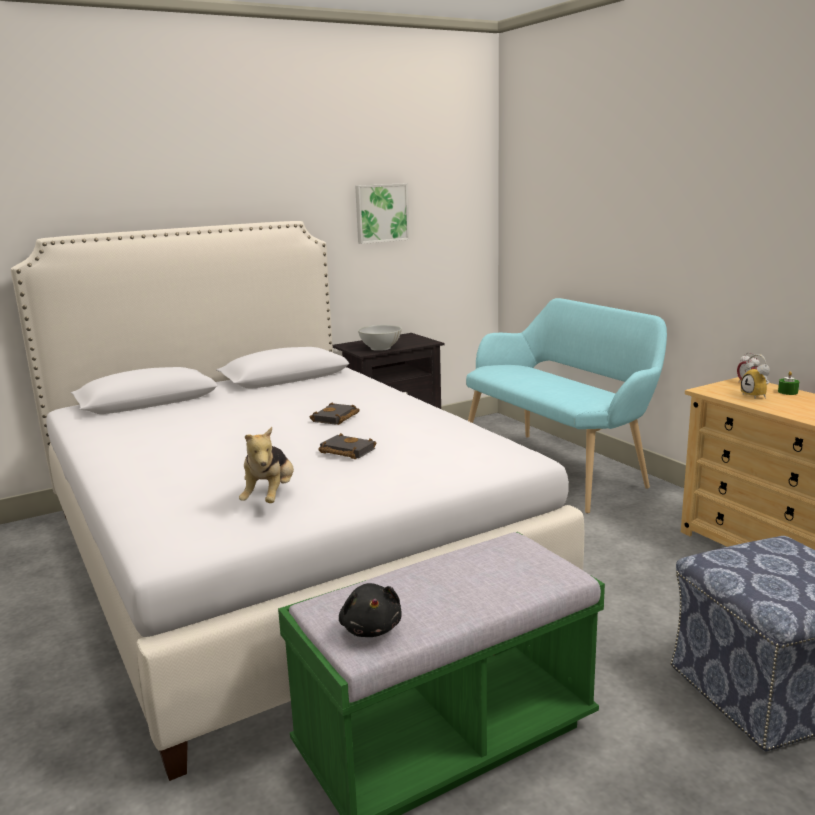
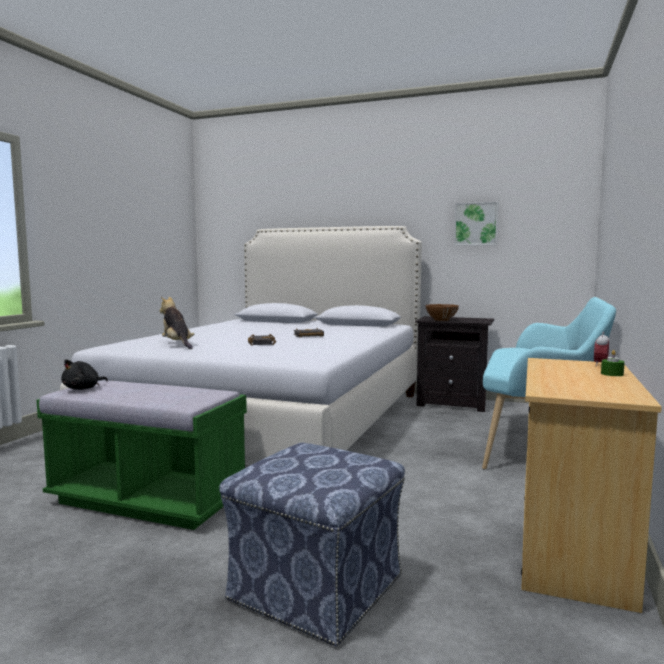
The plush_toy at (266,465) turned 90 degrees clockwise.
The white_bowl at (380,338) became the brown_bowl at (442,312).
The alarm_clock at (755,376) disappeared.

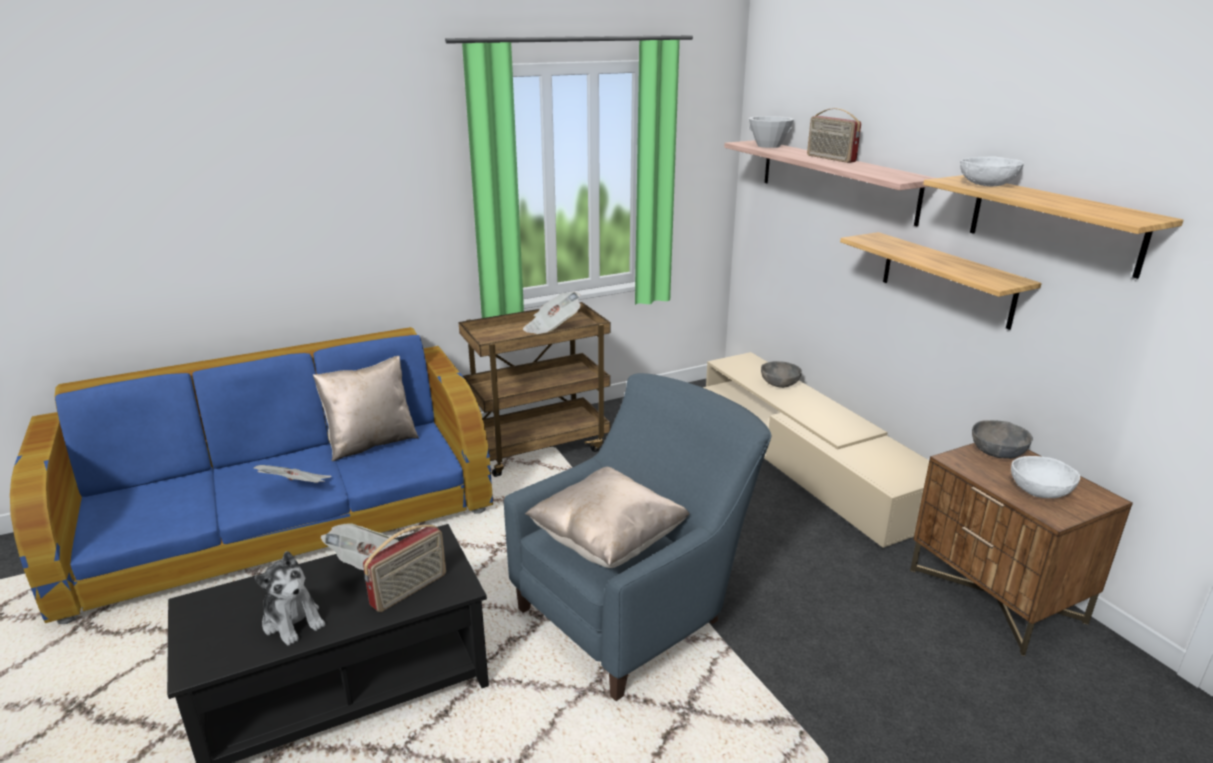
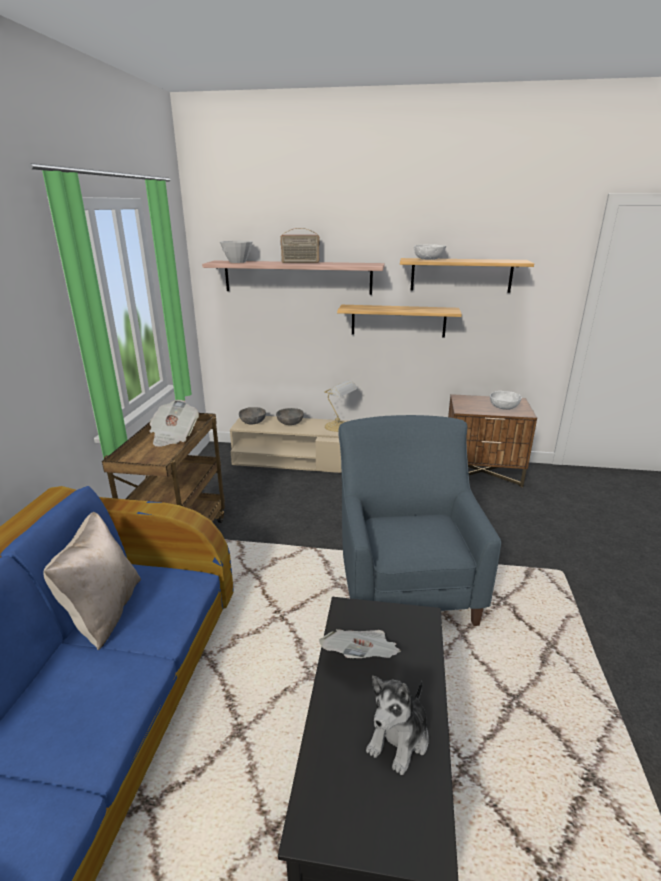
The newspaper at (293,474) disappeared.
The plush_toy at (290,598) turned 135 degrees clockwise.
The radio at (404,568) disappeared.
The beige_pillow at (607,517) disappeared.
The grey_bowl moved from (1002,439) to (252,415).
The table_lamp at (340,406) appeared.

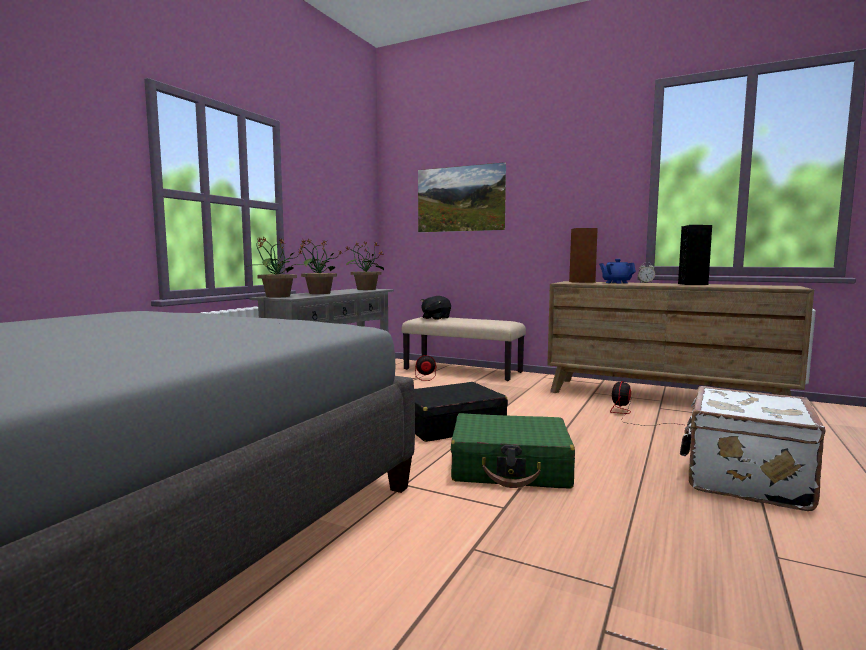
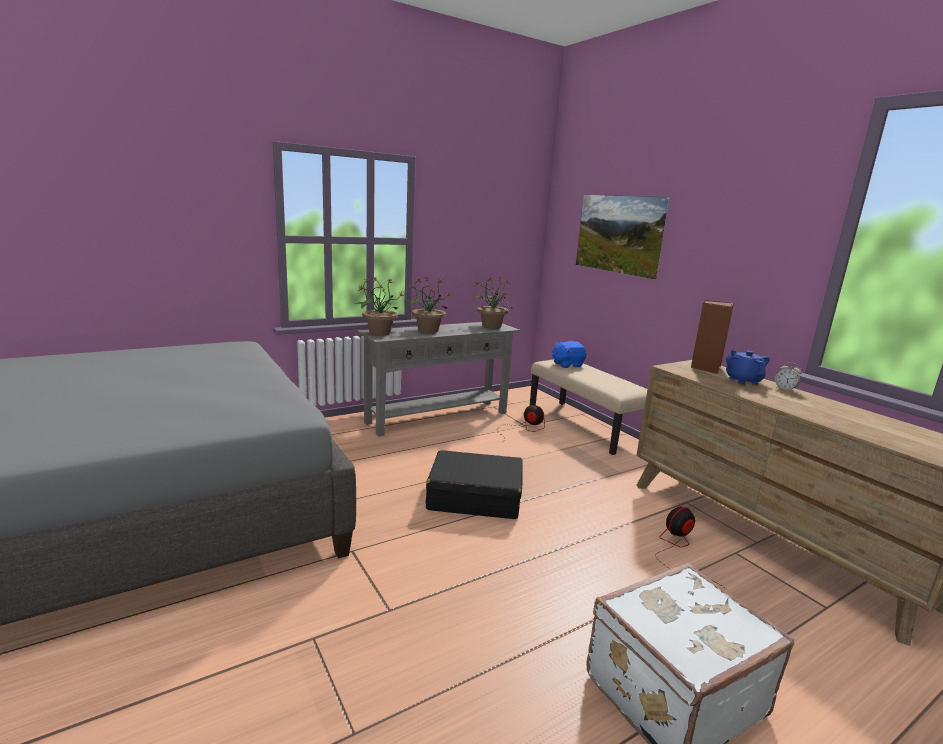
The black_plush_toy at (436,308) became the blue_plush_toy at (569,354).
The green_suitcase at (513,451) disappeared.
The black_speaker at (695,255) disappeared.

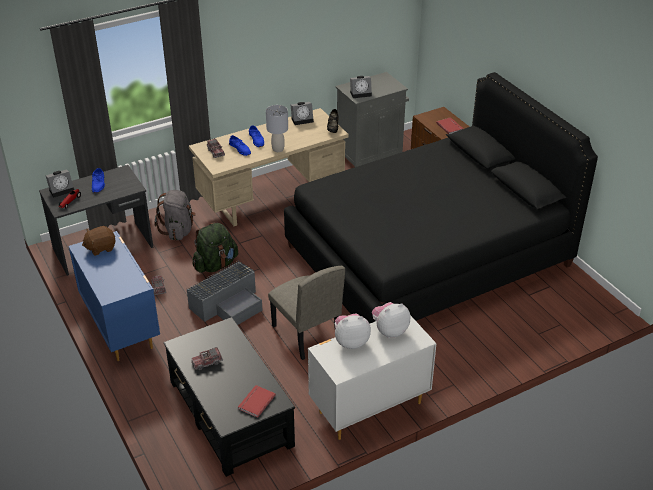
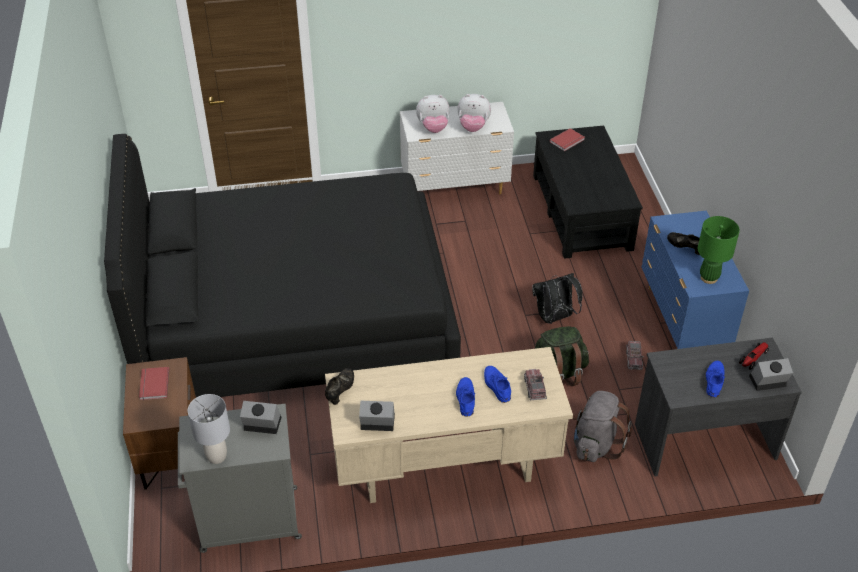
The brown_plush_toy at (99,241) was replaced by the green_table_lamp at (719,250).
The grey_storage_box at (224,293) was replaced by the black_backpack at (557,298).
The toy_truck at (207,358) disappeared.
The grey_table_lamp moved from (277,128) to (209,429).
The beige_chair at (306,313) disappeared.
The black_shoe at (683,243) appeared.

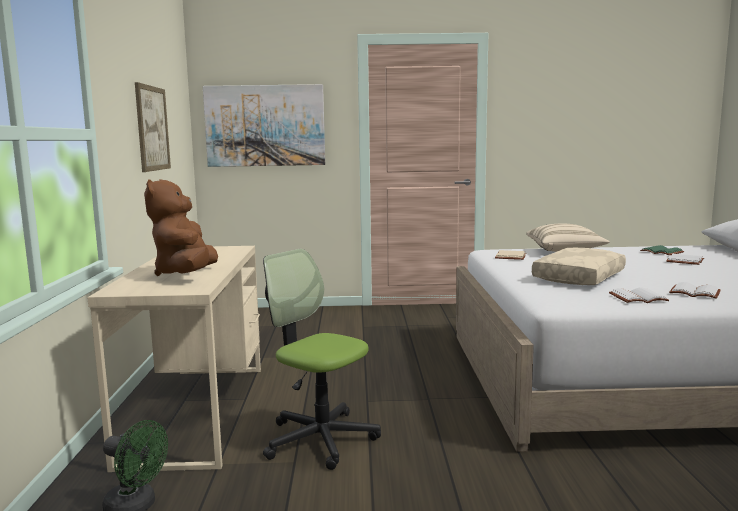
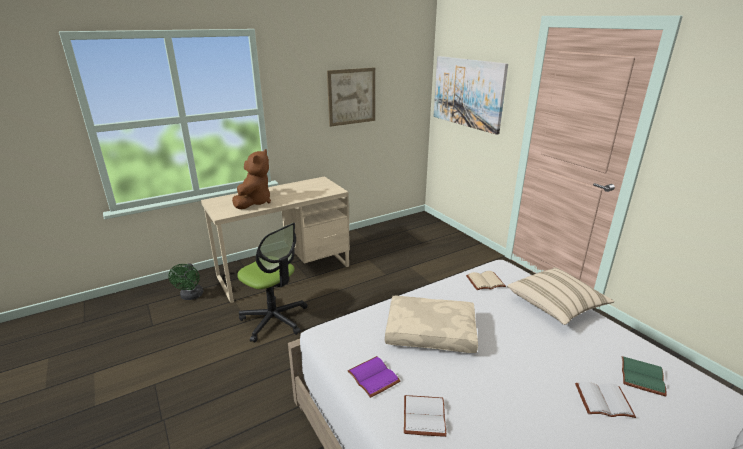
The brown_plush_toy at (181,227) turned 135 degrees clockwise.
The office_chair at (322,359) turned 120 degrees clockwise.
The white_book at (639,295) became the purple_book at (374,377).

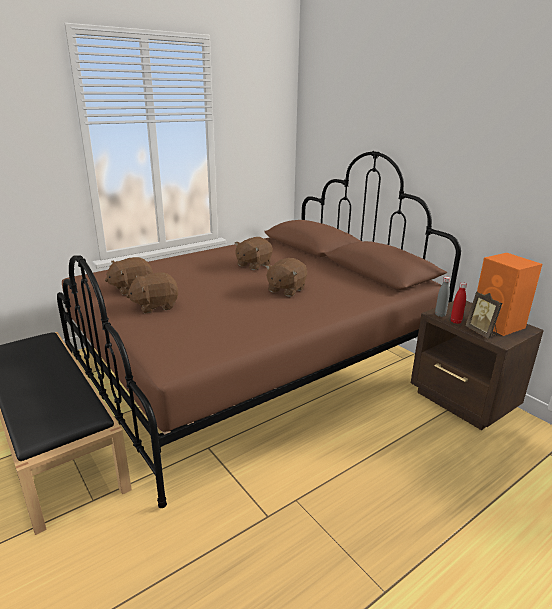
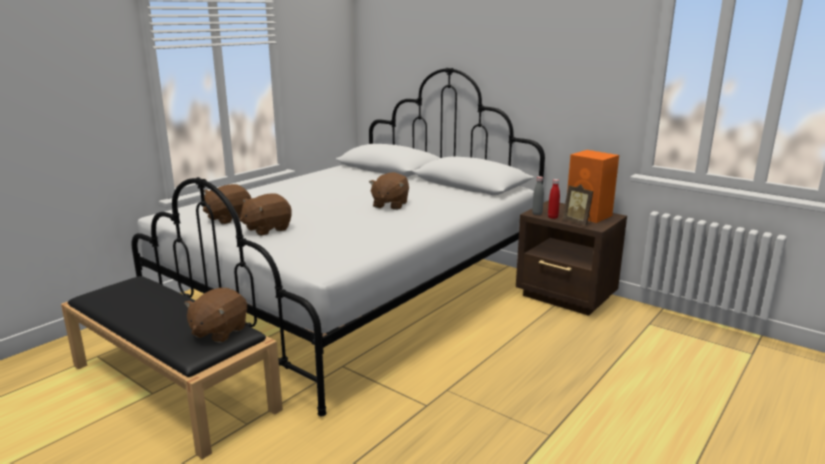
The brown_bed at (259,329) became the white_bed at (338,242).
The brown_plush_toy moved from (254,253) to (215,315).

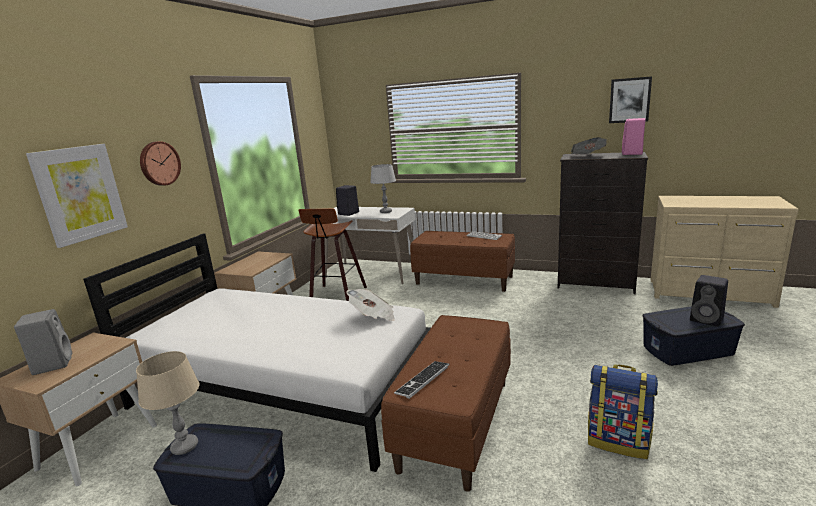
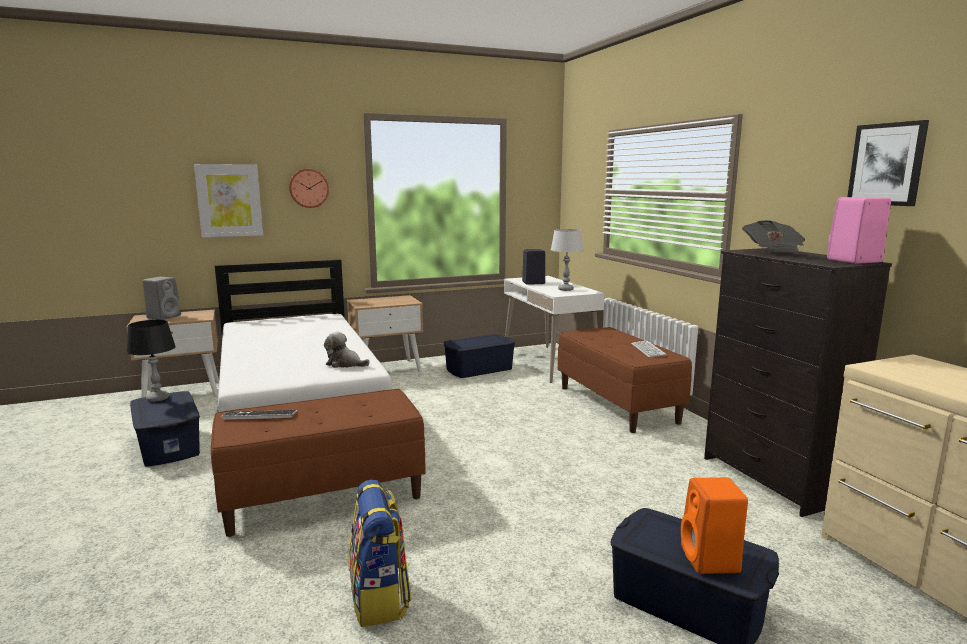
The beige_table_lamp at (167,403) became the black_table_lamp at (151,361).
The stool at (332,255) was replaced by the blue_storage_box at (479,356).
The newspaper at (370,305) was replaced by the plush_toy at (347,350).
The black_speaker at (709,301) became the orange_speaker at (714,525).

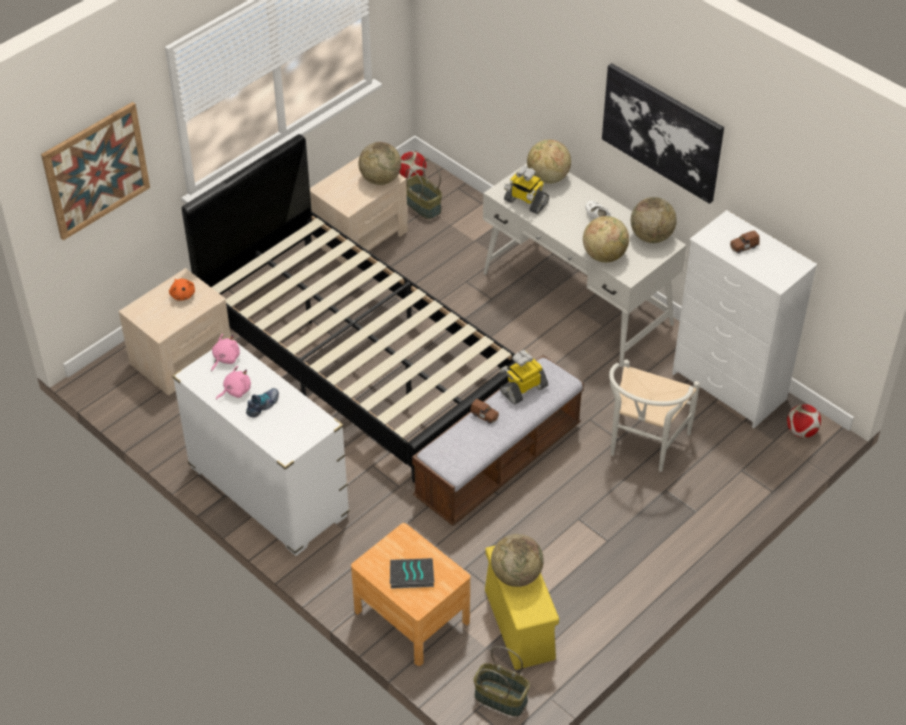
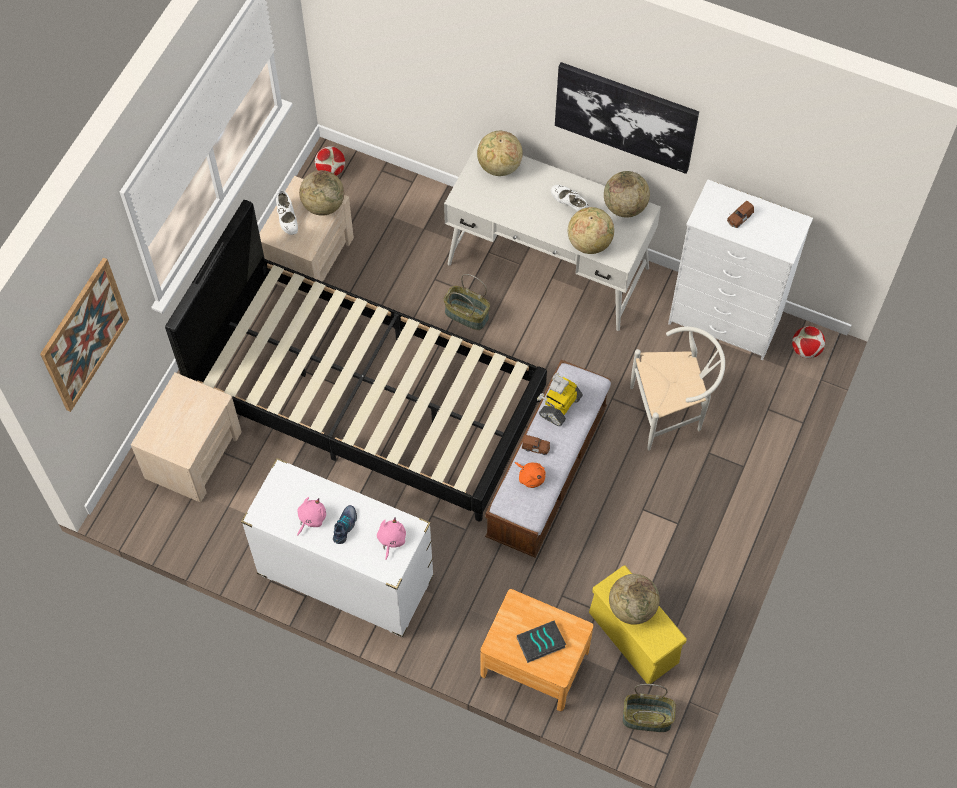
The orange_plush_toy moved from (182,290) to (530,475).
The pink_plush_toy moved from (225,352) to (391,539).
The basket moved from (424,189) to (466,302).
The toy_robot at (526,190) disappeared.
The white_chair at (654,415) turned 105 degrees counterclockwise.
The white_shoe at (287,212) appeared.

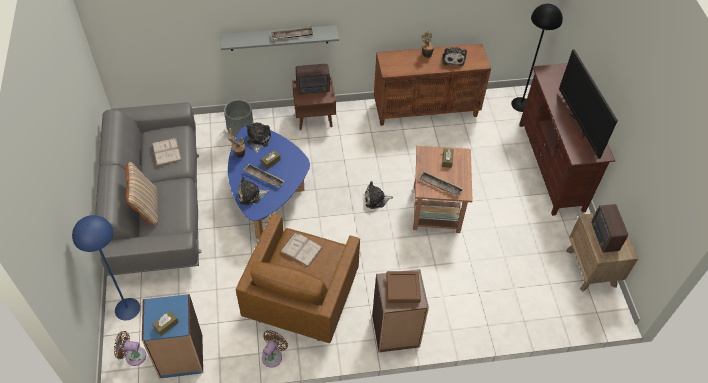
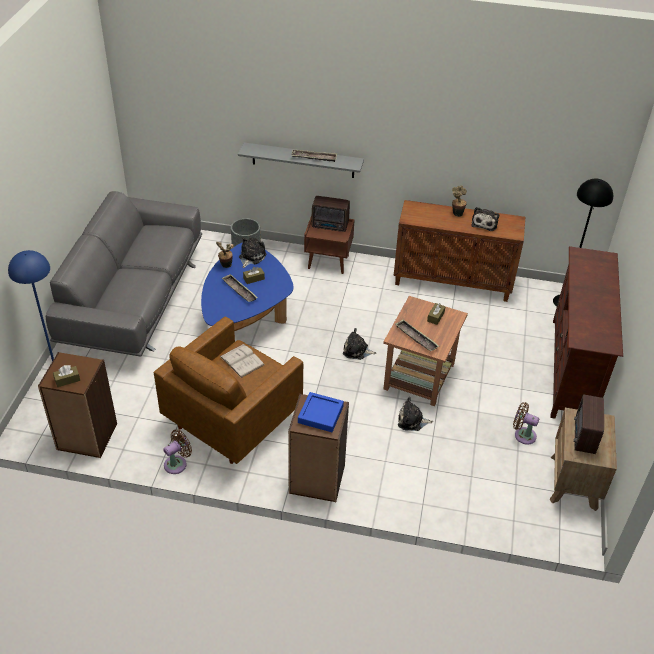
The brown_fan moved from (130,348) to (526,423).
The beige_pillow at (142,194) disappeared.
The blue_bookcase at (172,336) became the brown_bookcase at (77,405).
The white_book at (167,152) disappeared.
The plush_toy moved from (253,191) to (415,414).
The brown_tray at (403,287) became the blue_tray at (321,412).
The television at (588,104) disappeared.

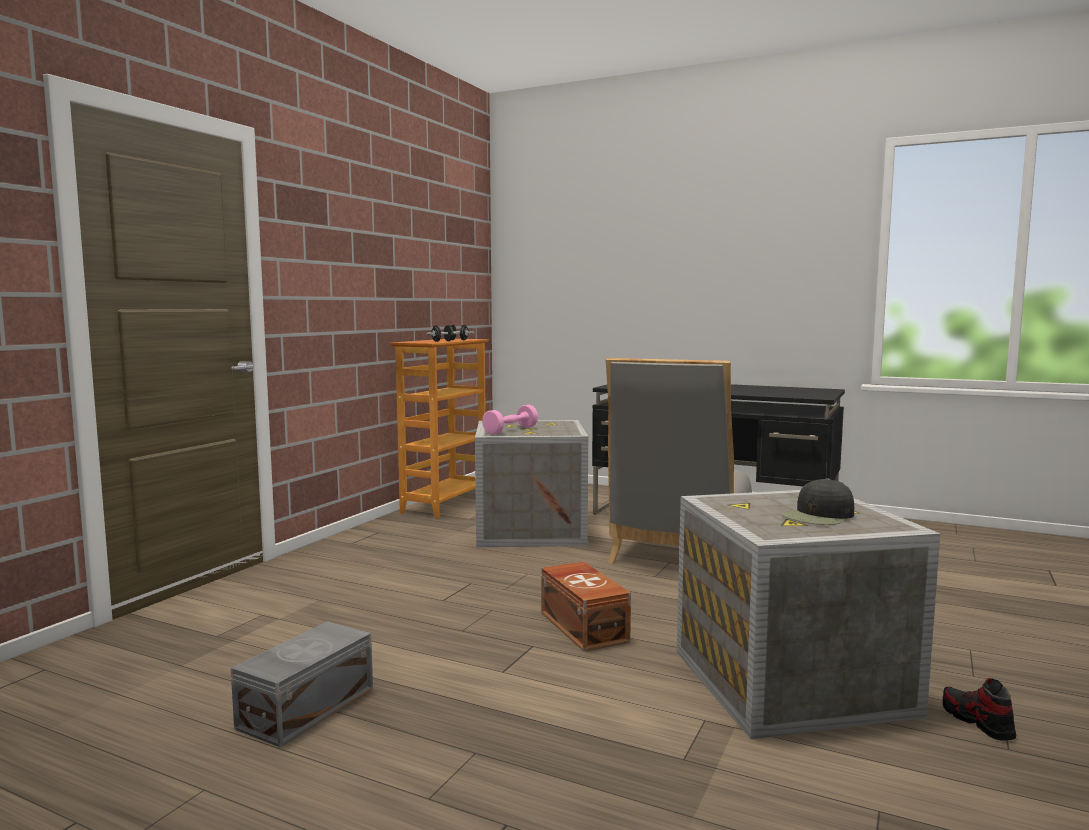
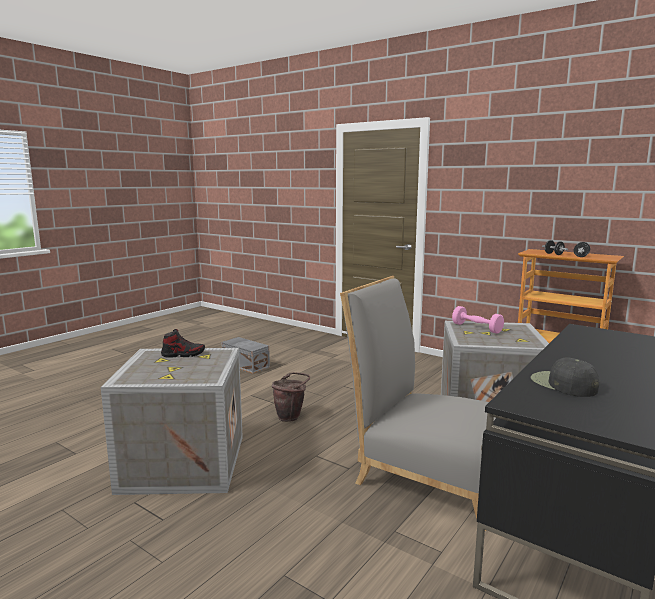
The brown_storage_box at (586,606) was replaced by the brown_bucket at (291,397).
The black_cap moved from (818,501) to (565,377).
The shoe moved from (979,709) to (183,343).

